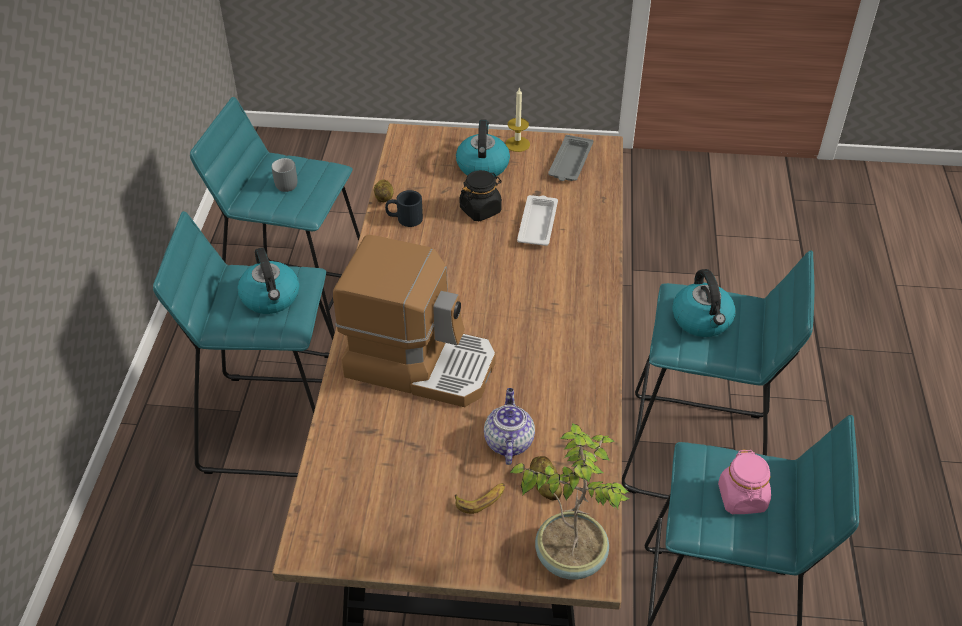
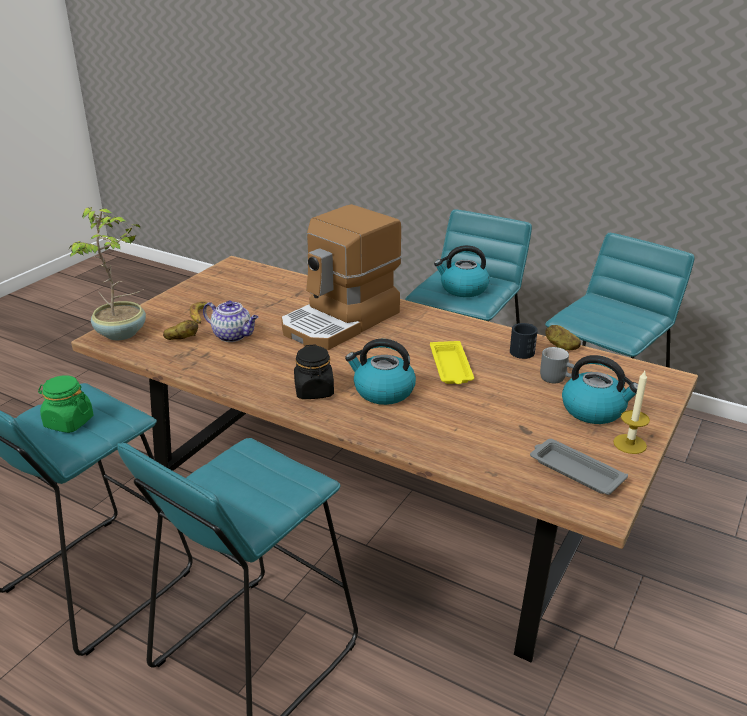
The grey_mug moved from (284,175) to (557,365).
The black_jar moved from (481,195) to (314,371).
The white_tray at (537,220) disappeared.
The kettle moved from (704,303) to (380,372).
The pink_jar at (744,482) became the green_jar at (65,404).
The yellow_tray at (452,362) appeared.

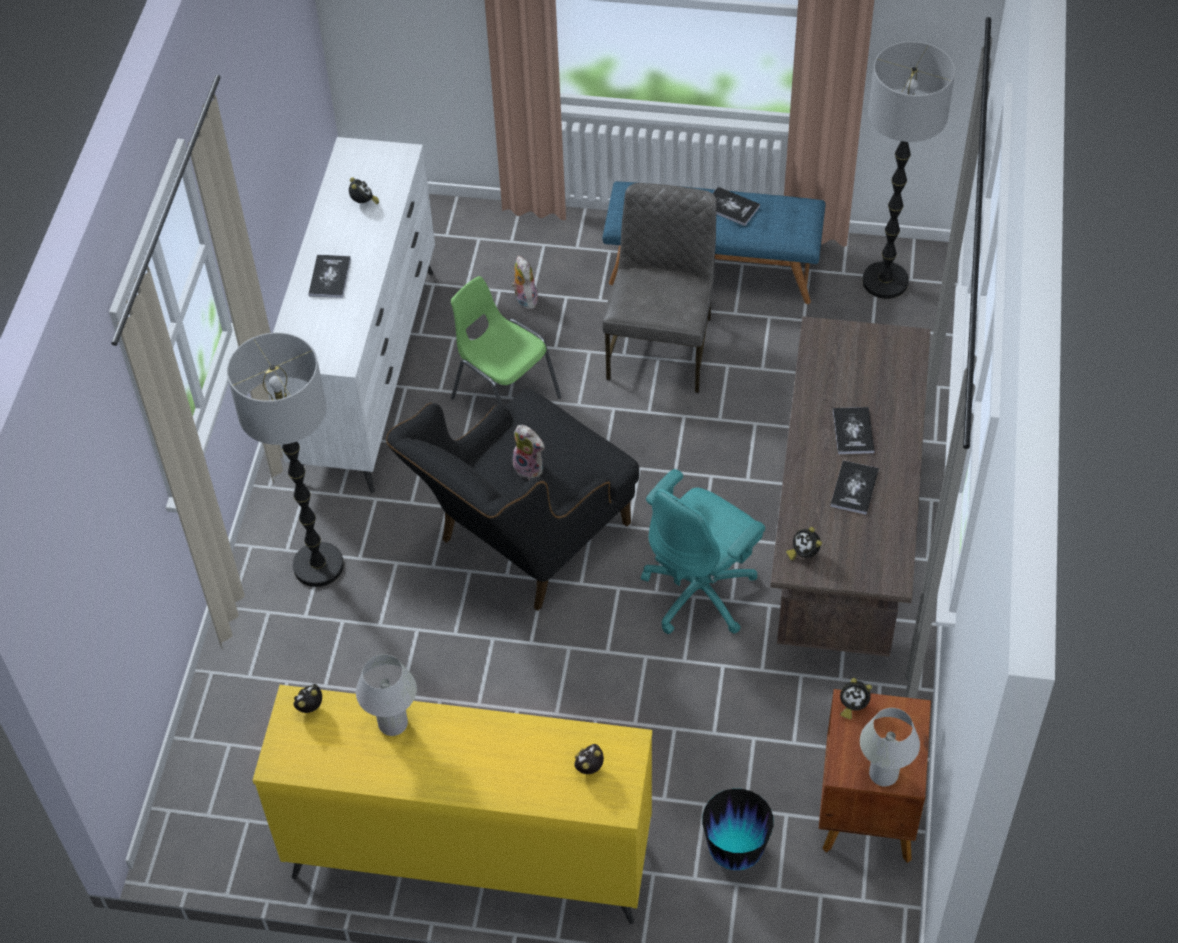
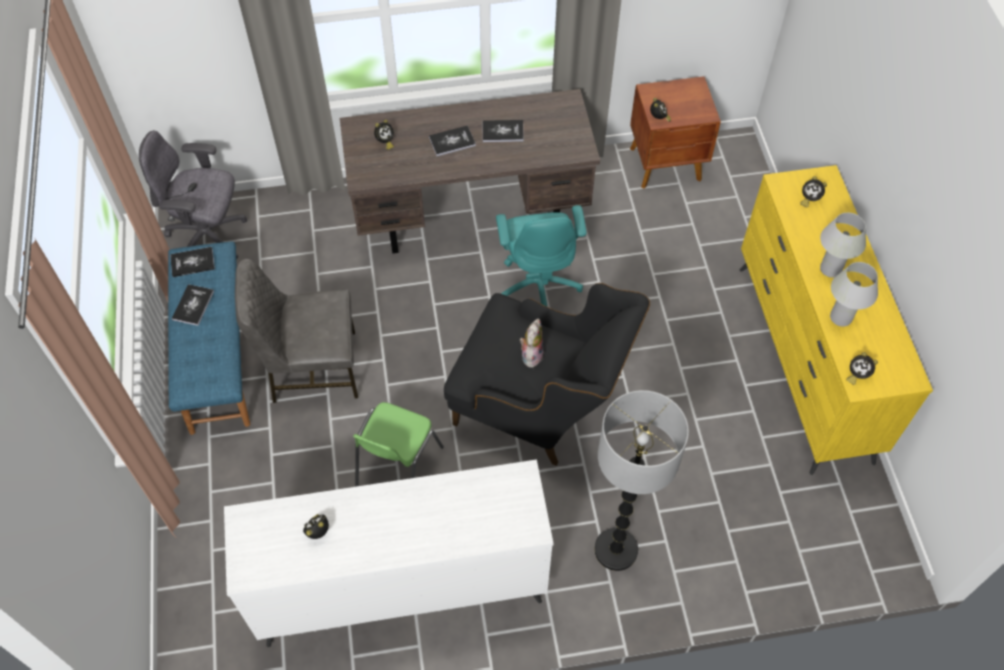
The book moved from (329,276) to (192,262).
The plush_toy at (524,282) disappeared.
The turquoise_office_chair at (703,551) turned 60 degrees clockwise.
The vase at (738,829) disappeared.
The alarm_clock moved from (804,543) to (384,134).
The white_table_lamp moved from (890,747) to (843,245).
The floor_lamp at (909,170) was replaced by the grey_office_chair at (193,195).

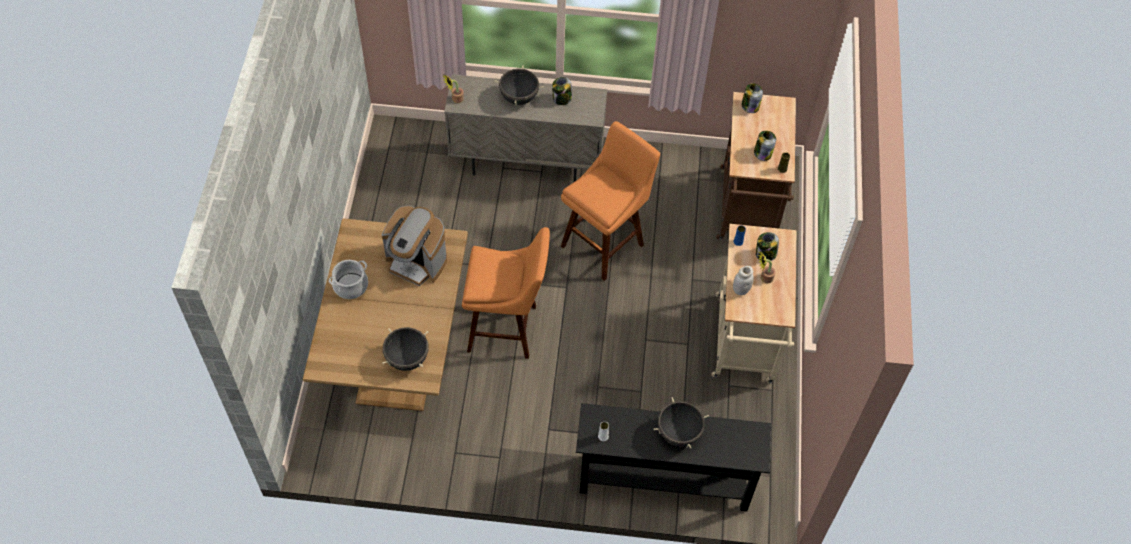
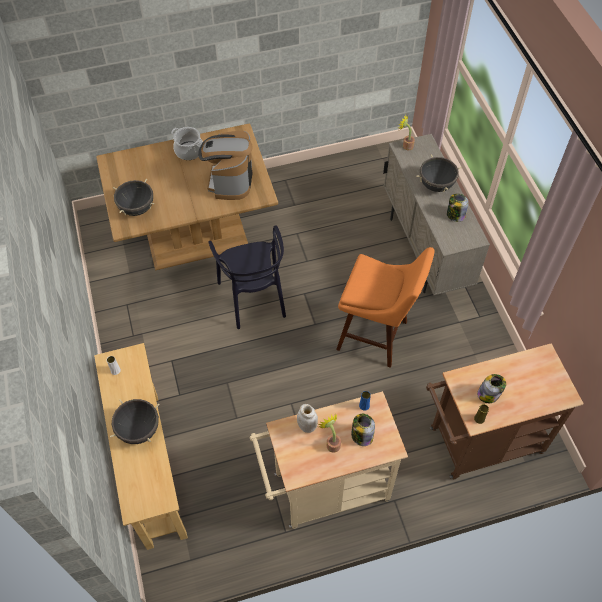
The orange_stool at (506,293) was replaced by the black_chair at (247,277).
The black_console_table at (673,457) became the beige_console_table at (141,446).
The jar at (752,98) disappeared.

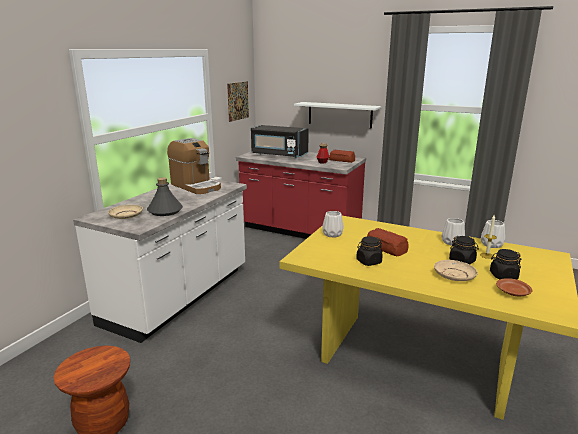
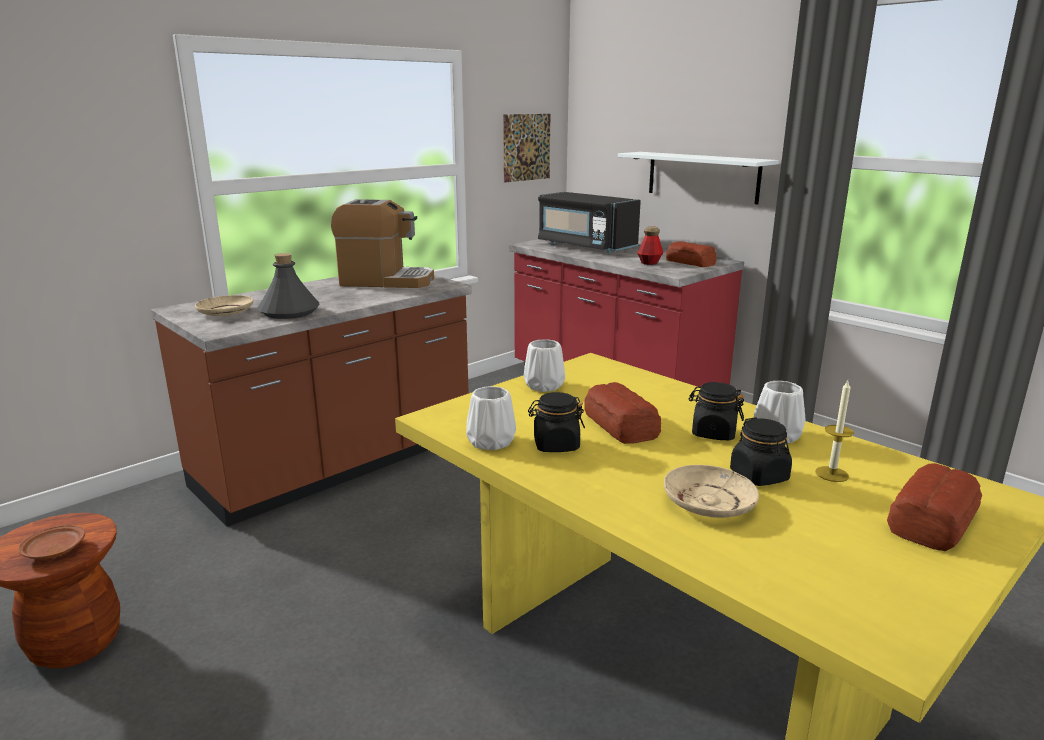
The white_counter at (160,261) became the brown_counter at (311,401).
The coffee_machine at (194,166) turned 60 degrees counterclockwise.
The white_vase moved from (493,234) to (491,418).
The black_jar moved from (505,264) to (716,411).
The brown_plate moved from (514,287) to (51,542).
The bread at (934,507) appeared.

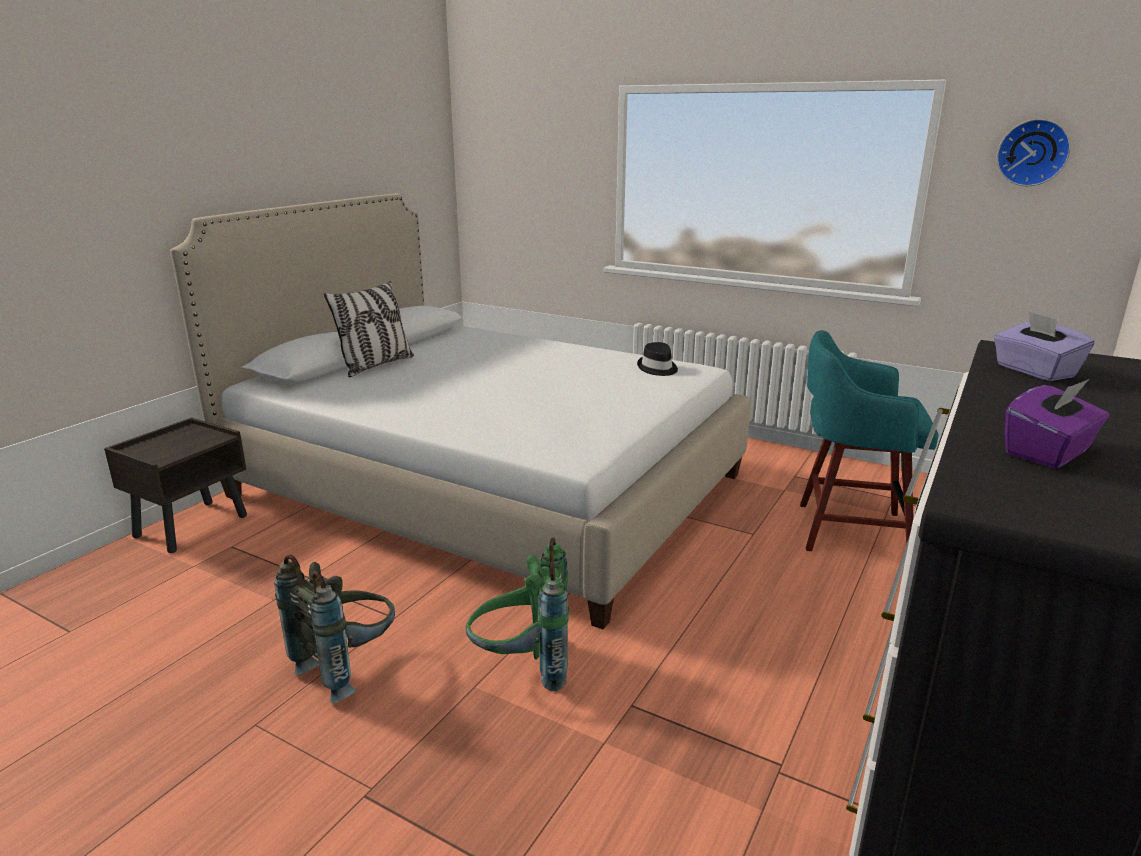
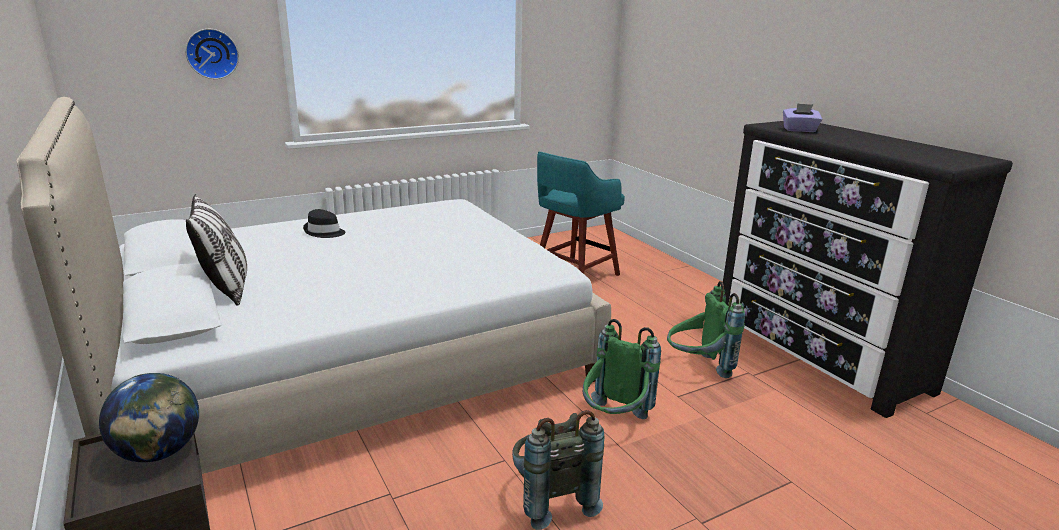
The black_hat moved from (657,359) to (324,223).
The wall_clock moved from (1033,152) to (212,54).
The purple_tissue_box at (1057,423) disappeared.
The globe at (149,418) appeared.
The green_backpack at (706,329) appeared.

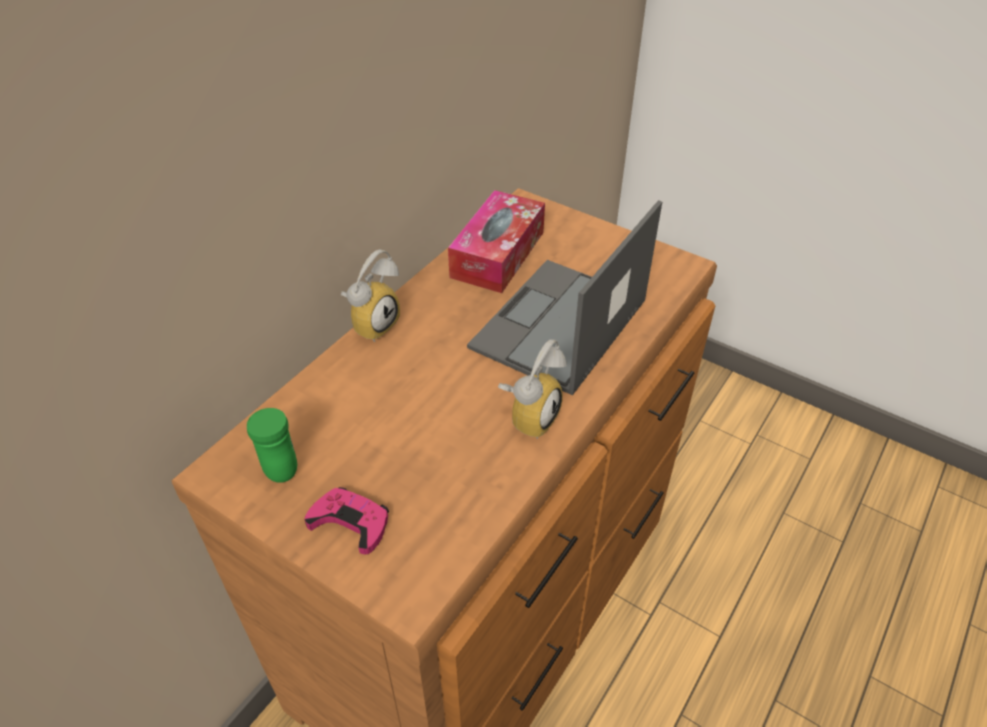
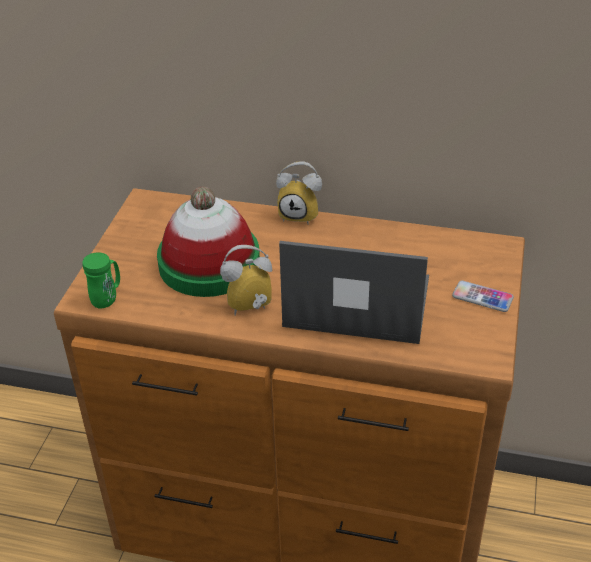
The green_mug moved from (272,445) to (101,280).
The pink_game_controller at (346,521) disappeared.
The tissue_box at (496,241) disappeared.
The alarm_clock at (532,389) turned 150 degrees clockwise.
The hat at (208,242) appeared.
The phone at (483,296) appeared.

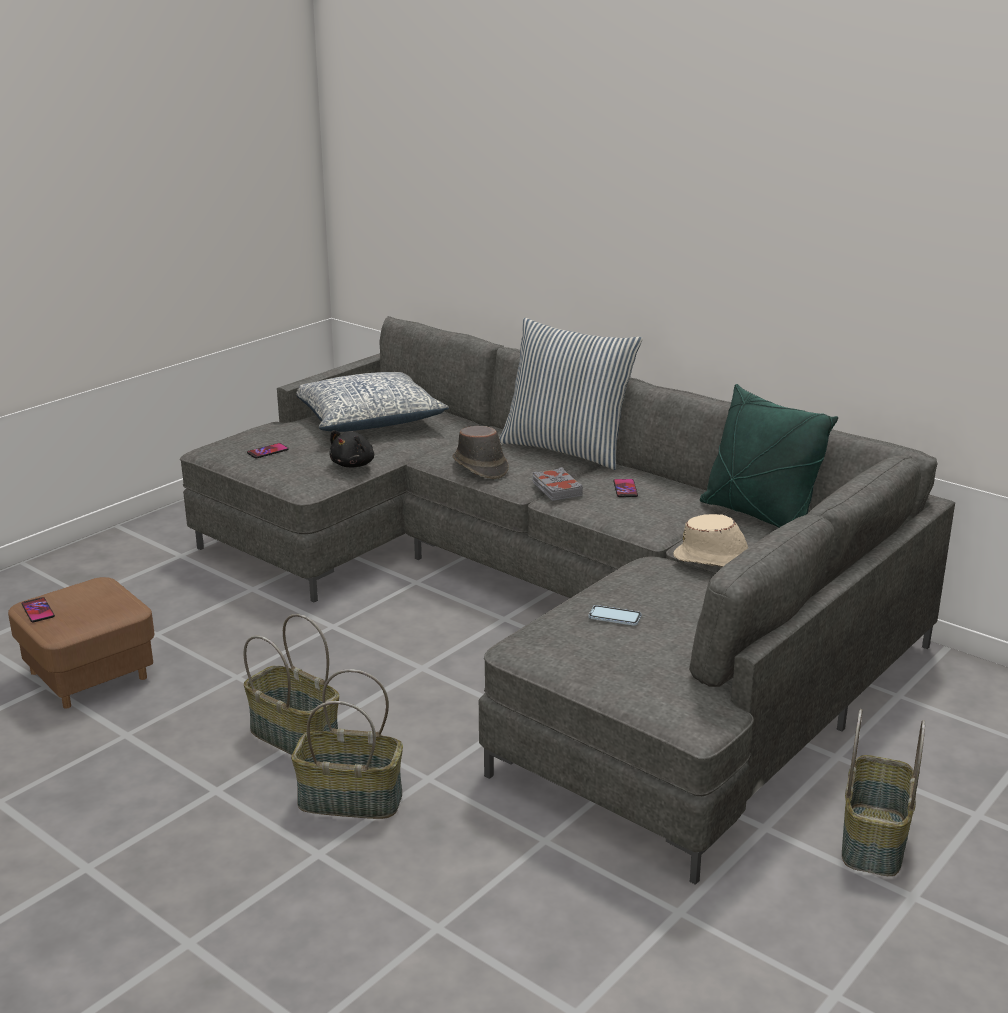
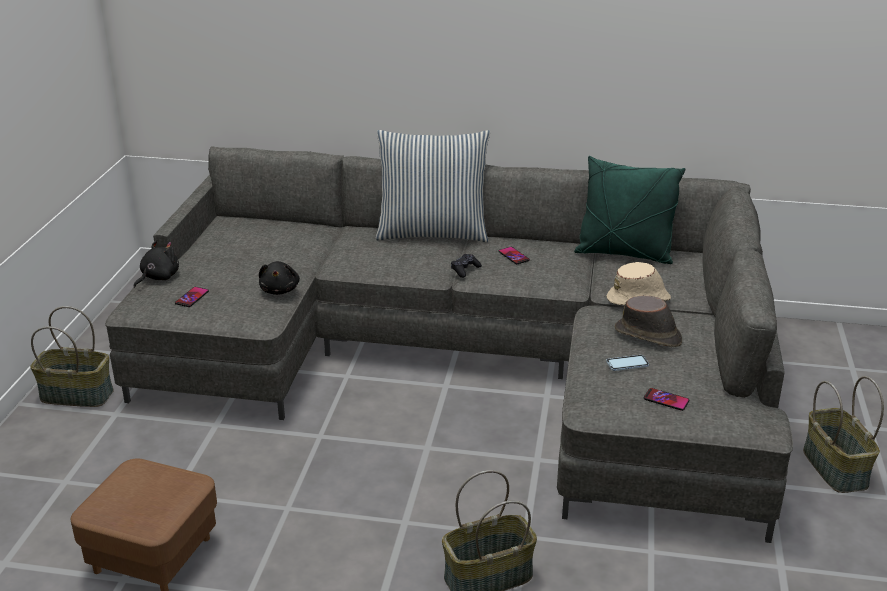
The phone moved from (38,609) to (666,399).
The basket moved from (291,684) to (72,356).
The pillow at (372,402) disappeared.
The brown_hat moved from (480,452) to (648,321).
The grey_book at (557,484) was replaced by the black_game_controller at (466,266).
The black_plush_toy at (156,264) appeared.

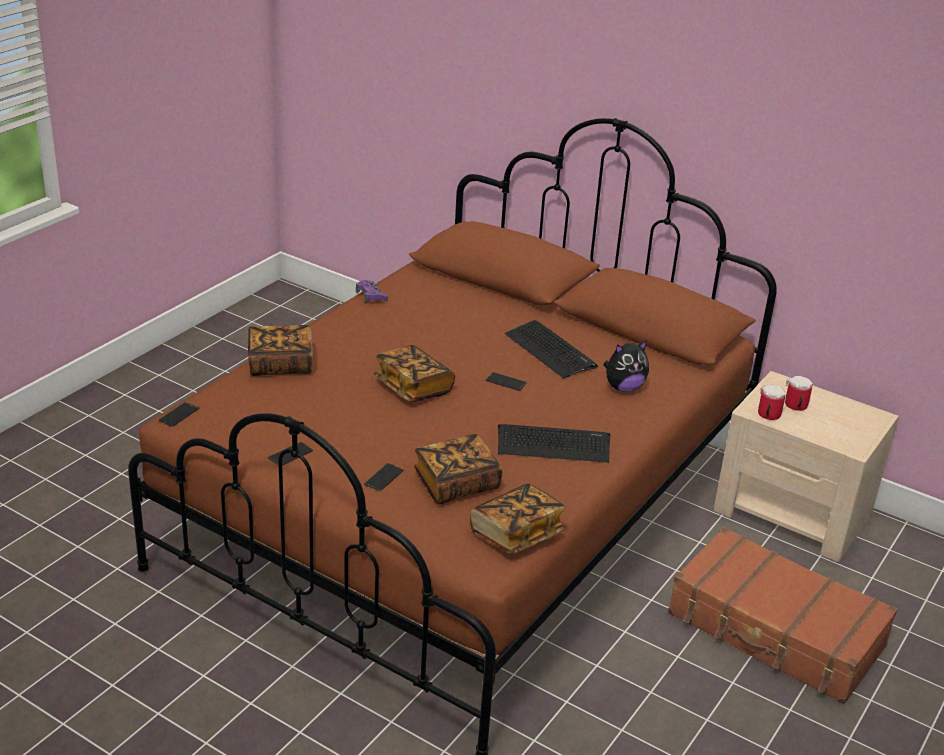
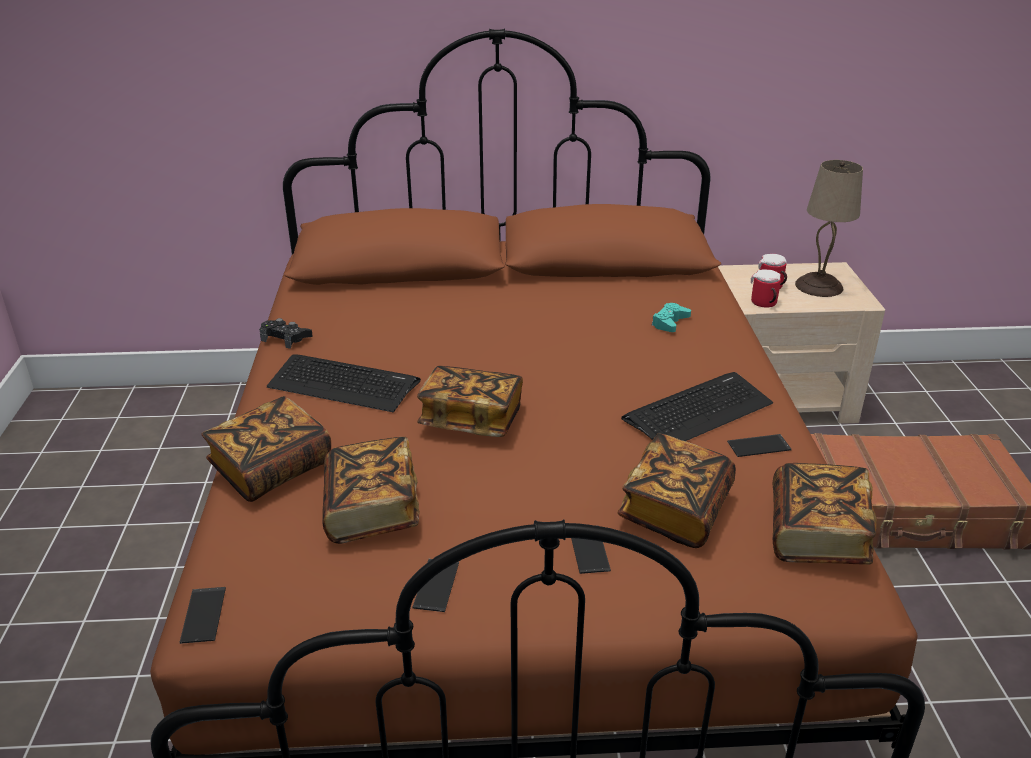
The purple_game_controller at (372,291) became the black_game_controller at (286,333).
The phone moved from (506,381) to (759,445).
The keyboard moved from (551,349) to (344,383).
The plush_toy at (626,366) was replaced by the turquoise_game_controller at (671,317).
The book at (371,490) appeared.
The beige_table_lamp at (829,228) appeared.

